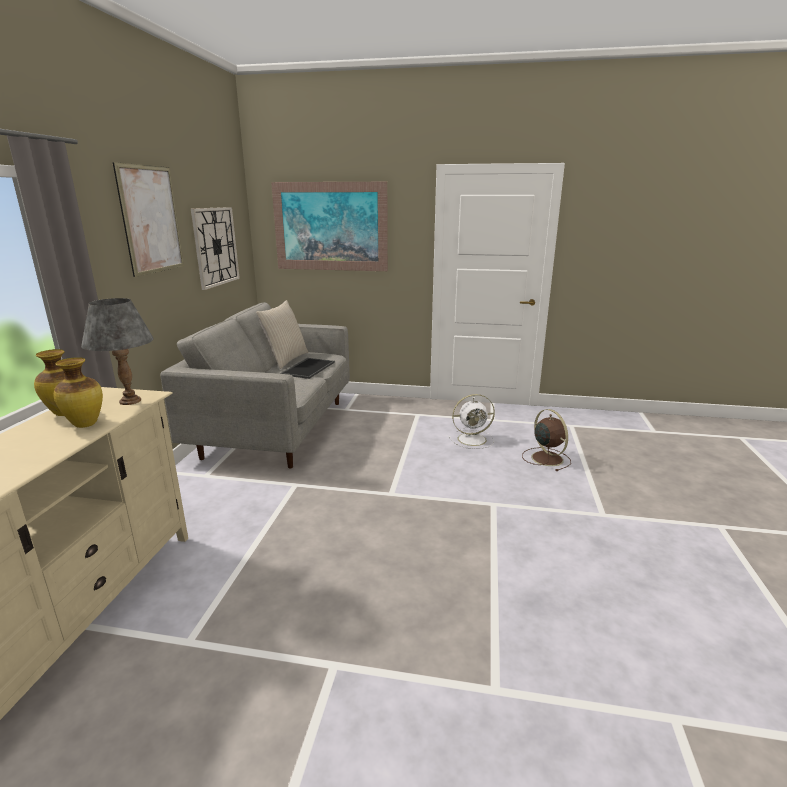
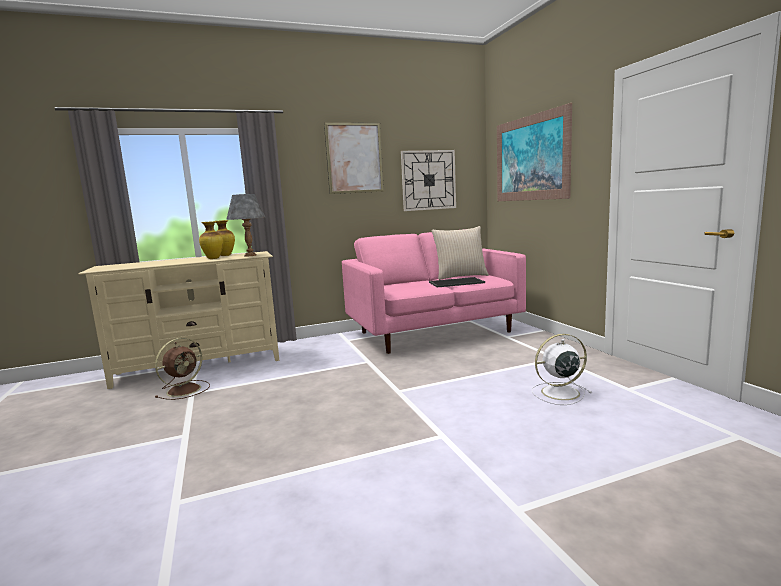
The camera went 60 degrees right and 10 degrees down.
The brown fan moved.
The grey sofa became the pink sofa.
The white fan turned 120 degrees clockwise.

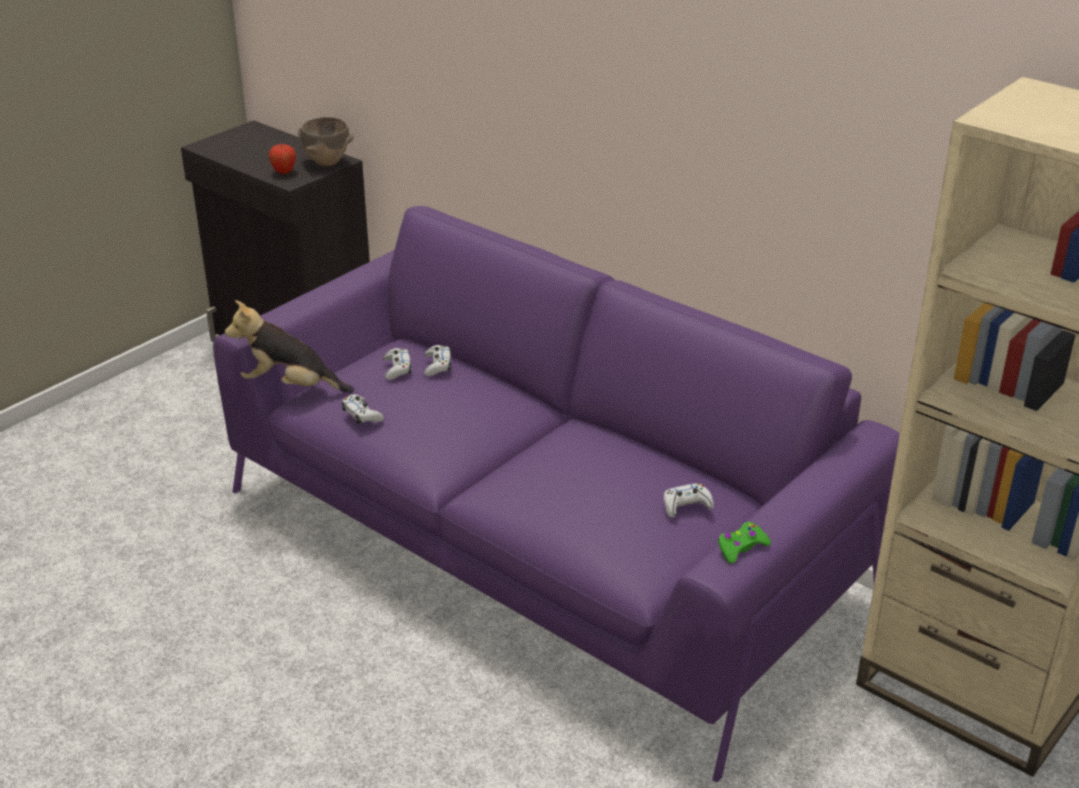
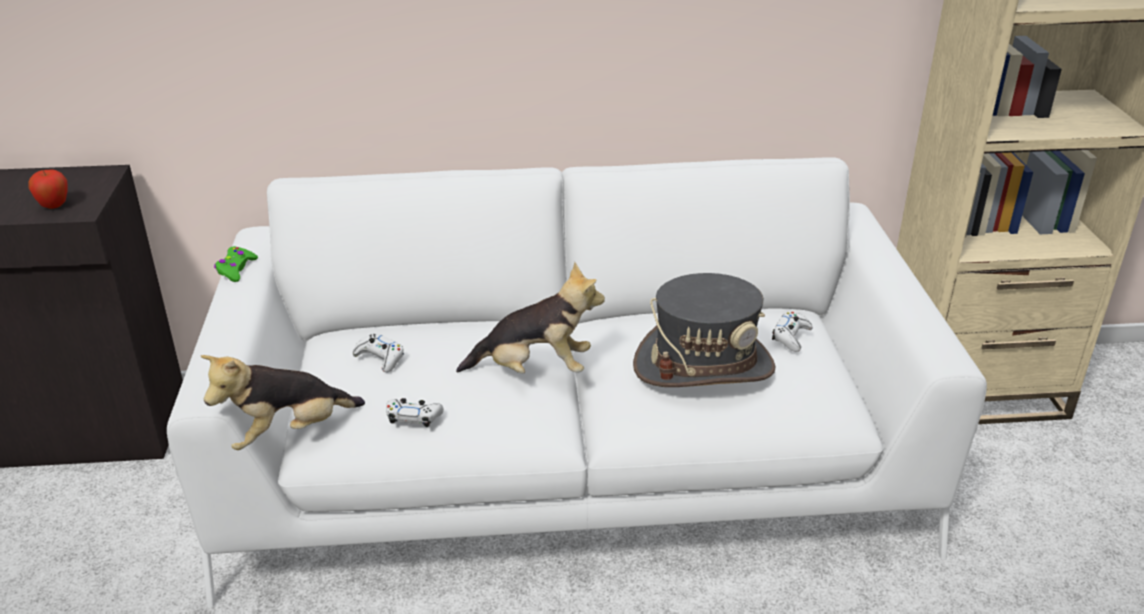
The camera went 45 degrees left and 0 degrees up.
The brown bowl disappeared.
The white game controller (3rd from left) disappeared.
The plush toy (2nd from left) appeared.
The grey hat appeared.
The green game controller moved.
The purple sofa became the white sofa.

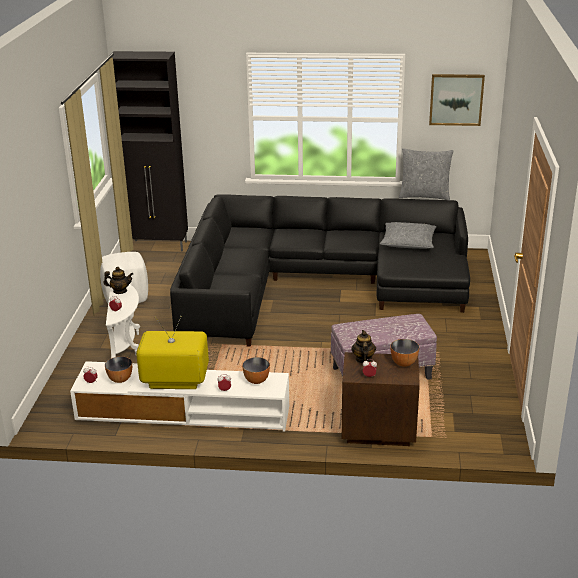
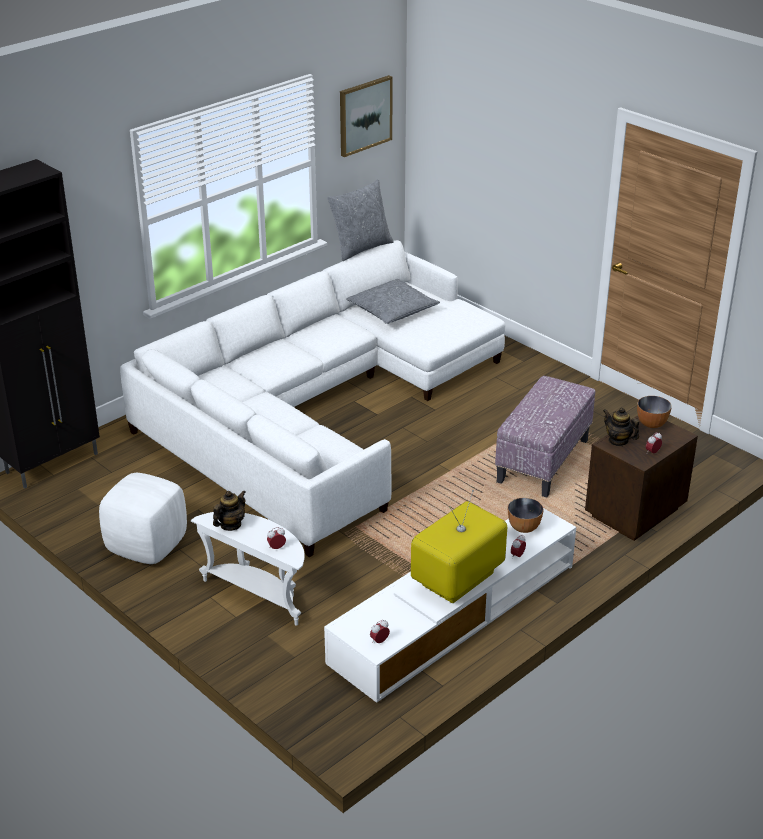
The camera went 50 degrees left and 5 degrees up.
The bowl (1st from left) disappeared.
The black sofa became the white sofa.

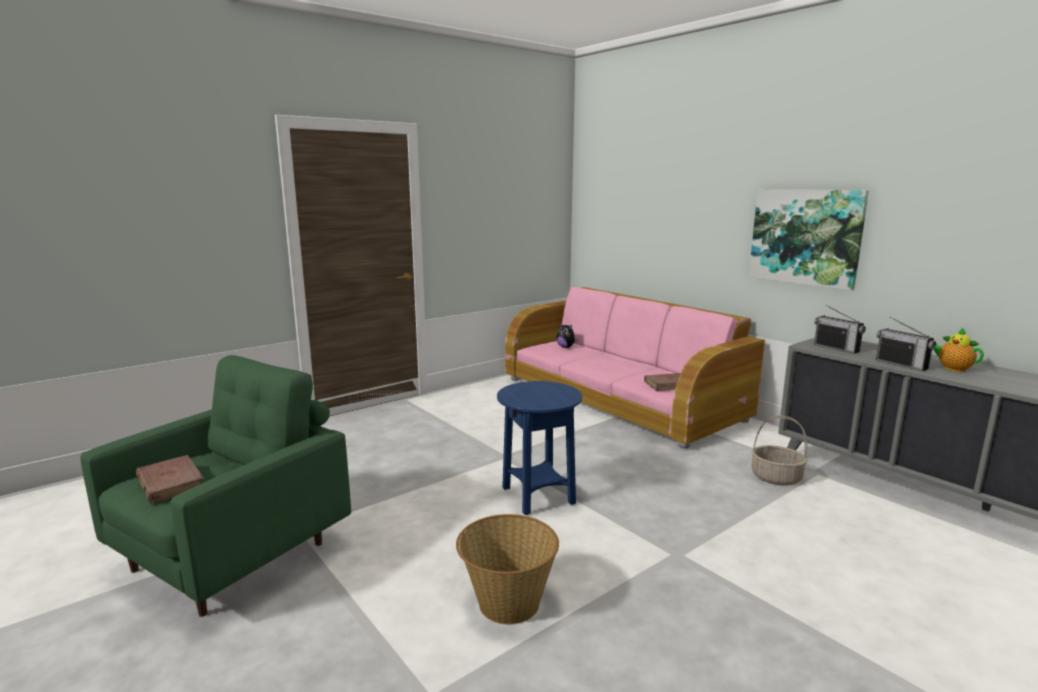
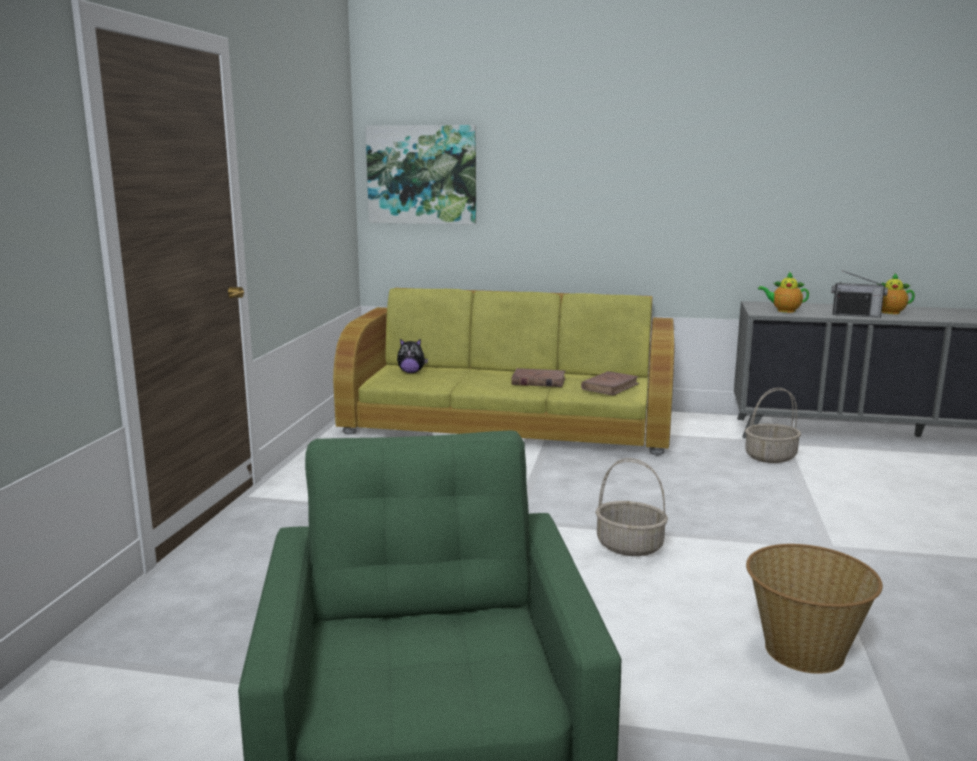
The camera went 40 degrees left and 0 degrees up.
The brown book (1st from left) moved.
The picture moved.
The blue side table was replaced by the basket (1st from left).
The radio (1st from left) was replaced by the teapot (1st from left).
The pink sofa became the green sofa.

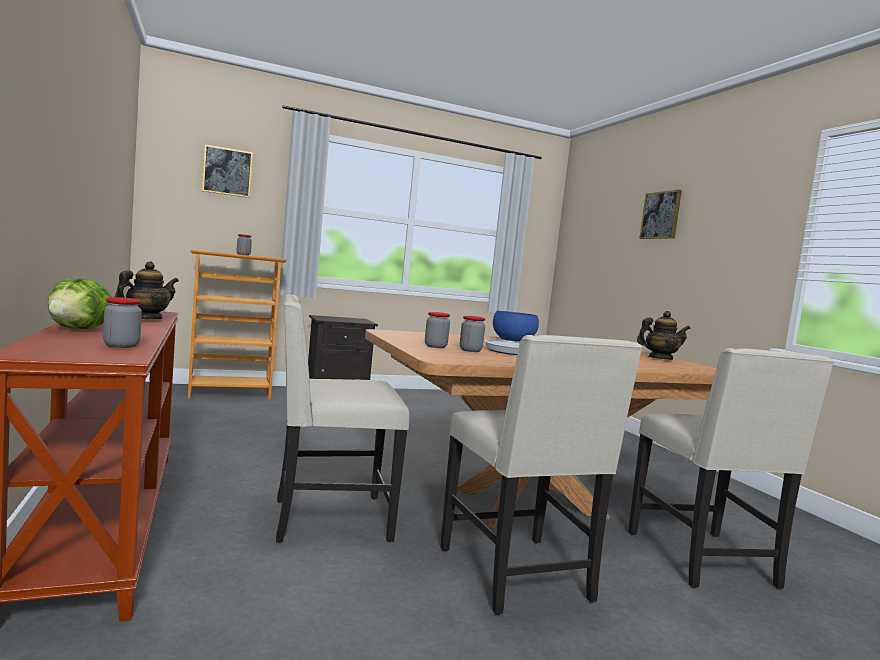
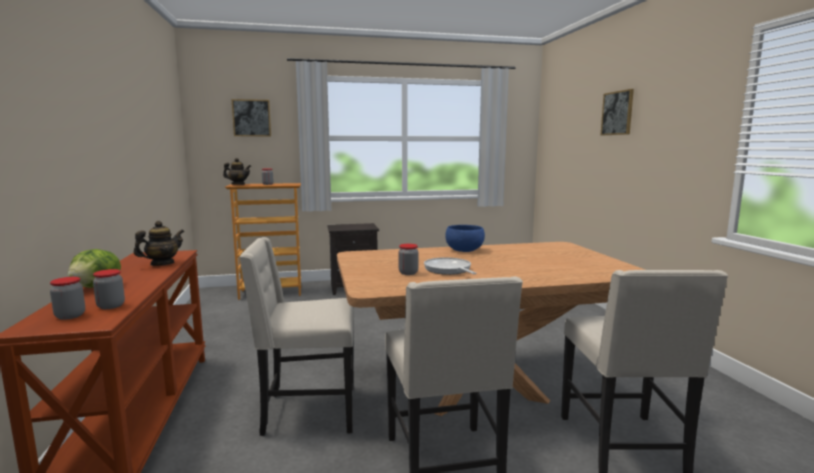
The camera went 10 degrees right and 5 degrees up.
The jar (3rd from left in the first image) moved.
The teapot (2nd from left) moved.

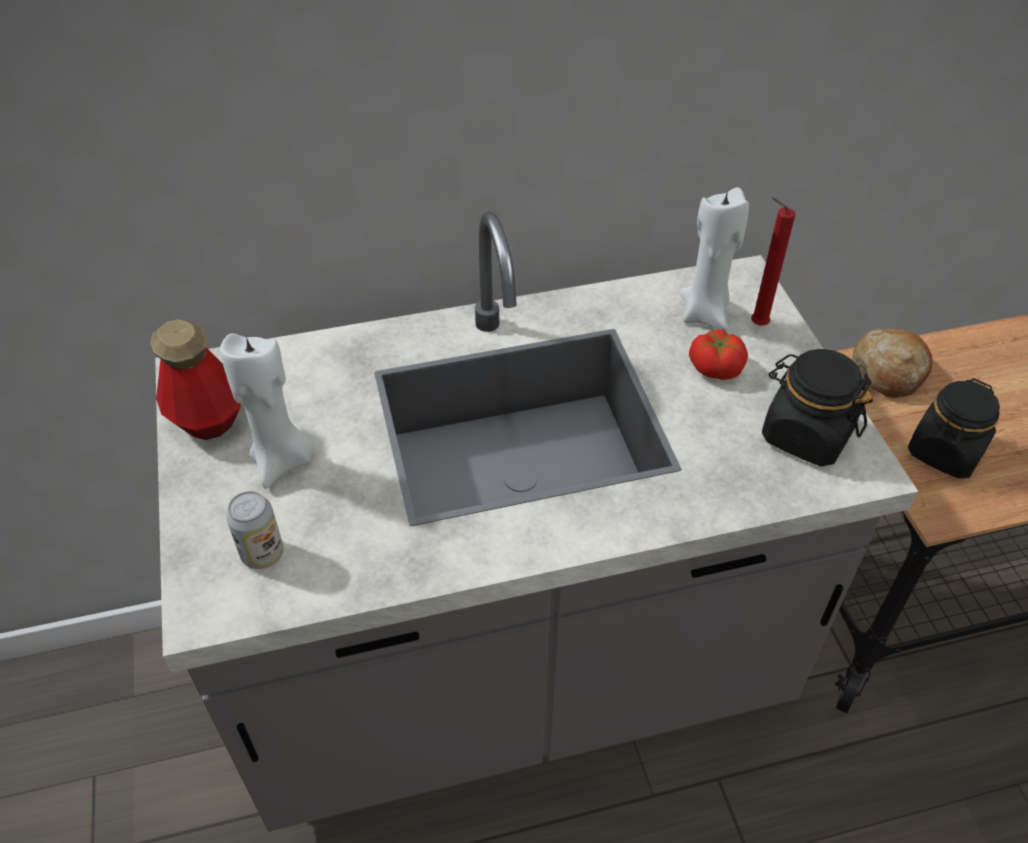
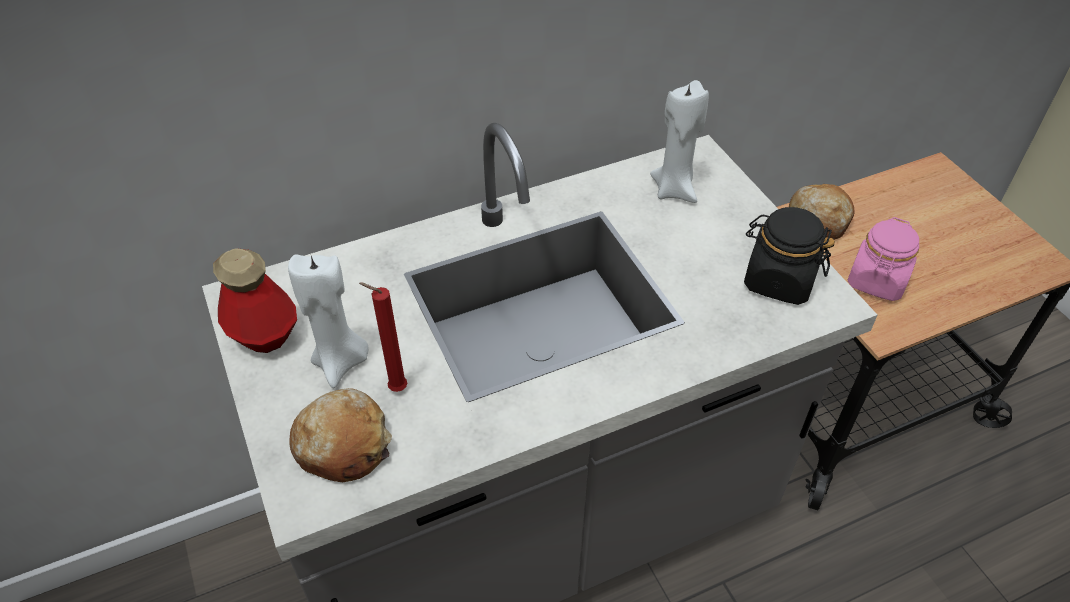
The camera went 10 degrees left and 0 degrees up.
The tomato disappeared.
The red candle moved.
The can was replaced by the bread (1st from left).
The black jar (2nd from left) became the pink jar.

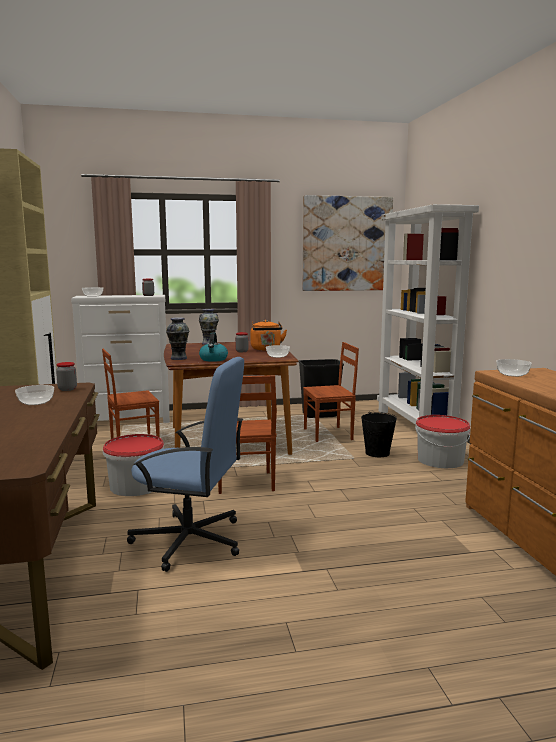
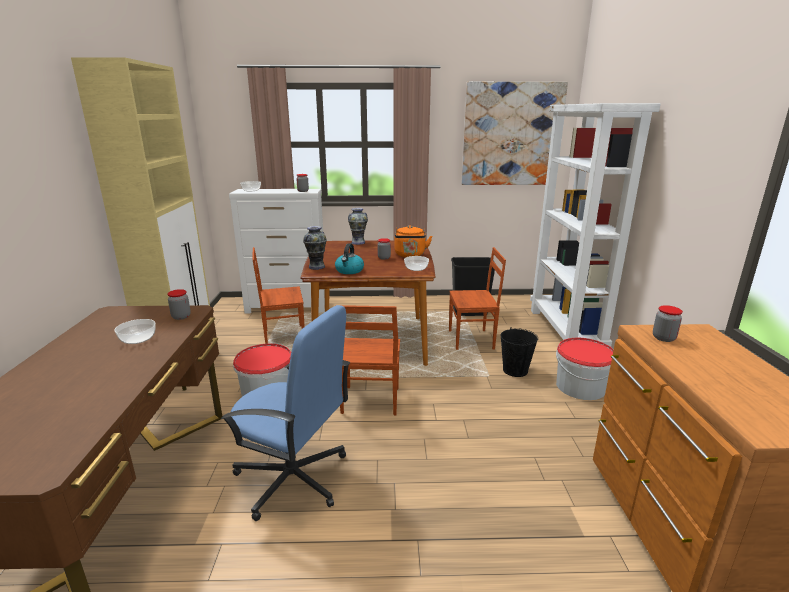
The camera went 10 degrees right and 10 degrees up.
The bowl (4th from left) was replaced by the jar (4th from left).

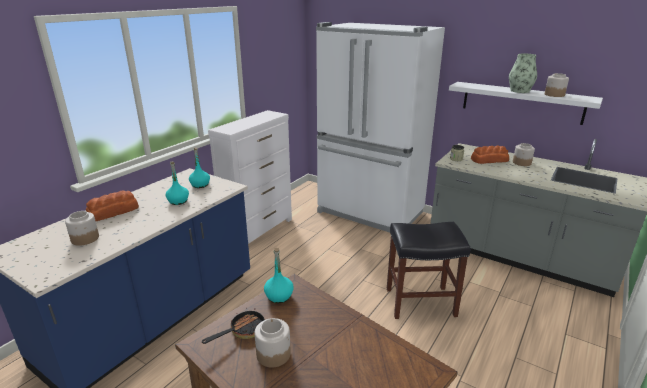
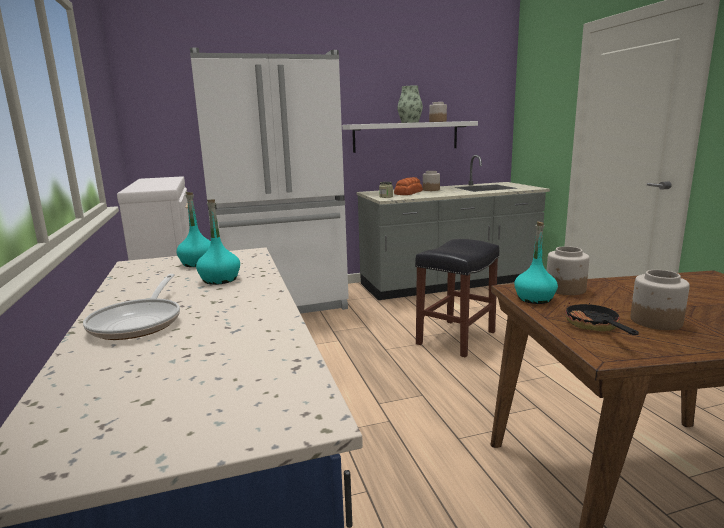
The camera went 50 degrees left and 10 degrees down.
The jar (1st from left in the first image) moved.
The bread (1st from left) was replaced by the frying pan (1st from left).

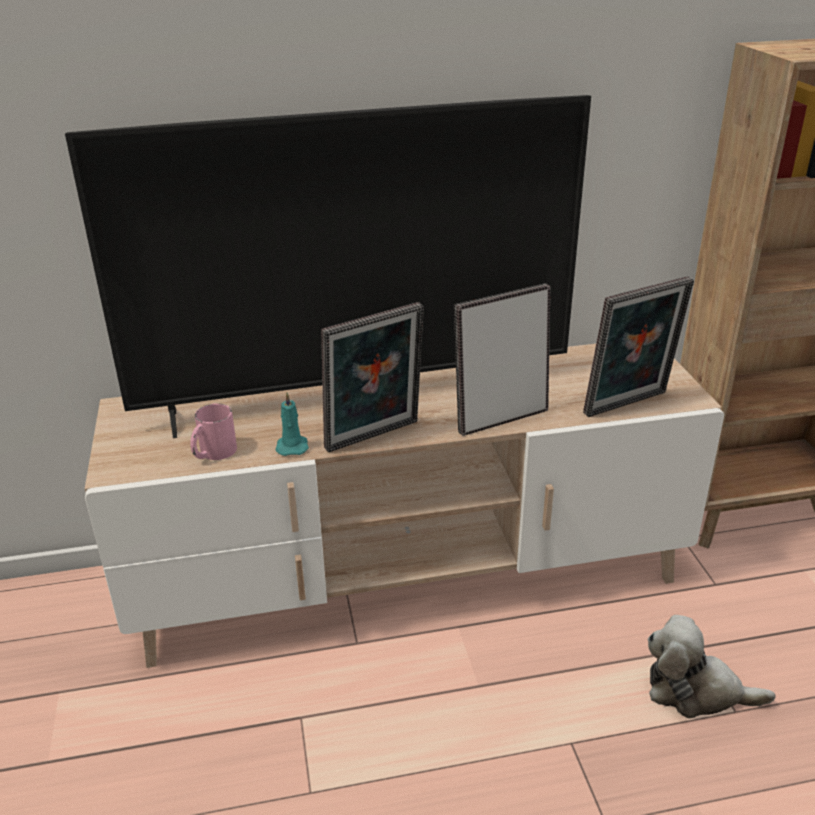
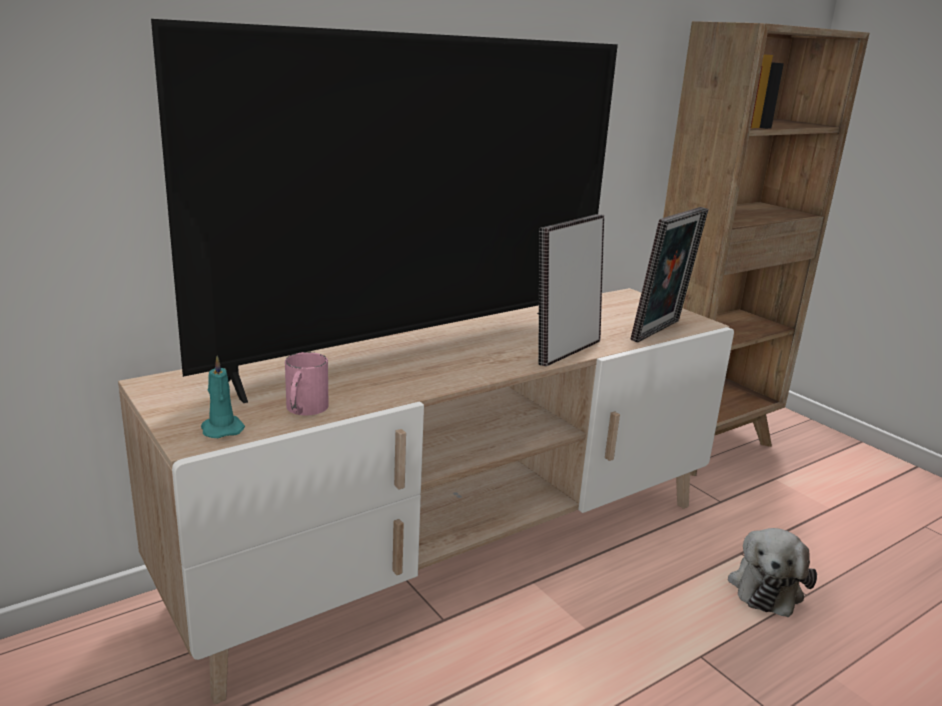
The camera went 25 degrees left and 10 degrees down.
The picture frame (1st from left) disappeared.
The turquoise candle moved.
The plush toy turned 60 degrees counterclockwise.

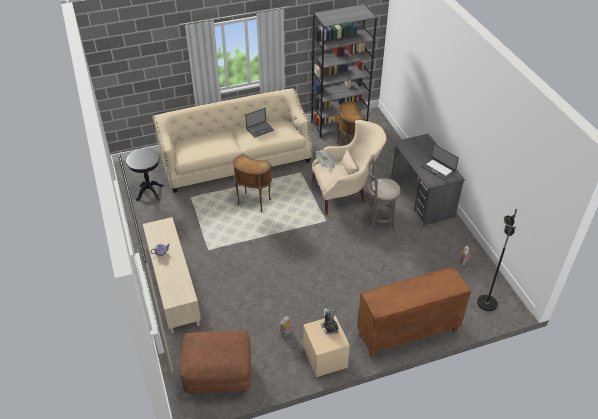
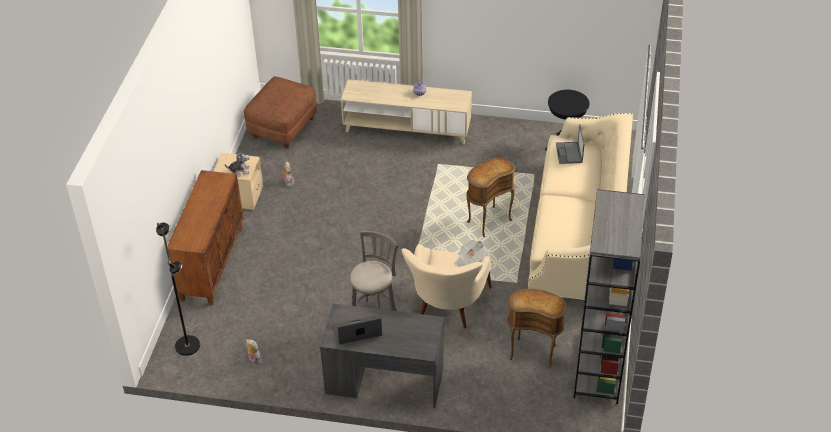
The camera went 120 degrees right and 0 degrees up.
The laptop (1st from left in the first image) moved.

